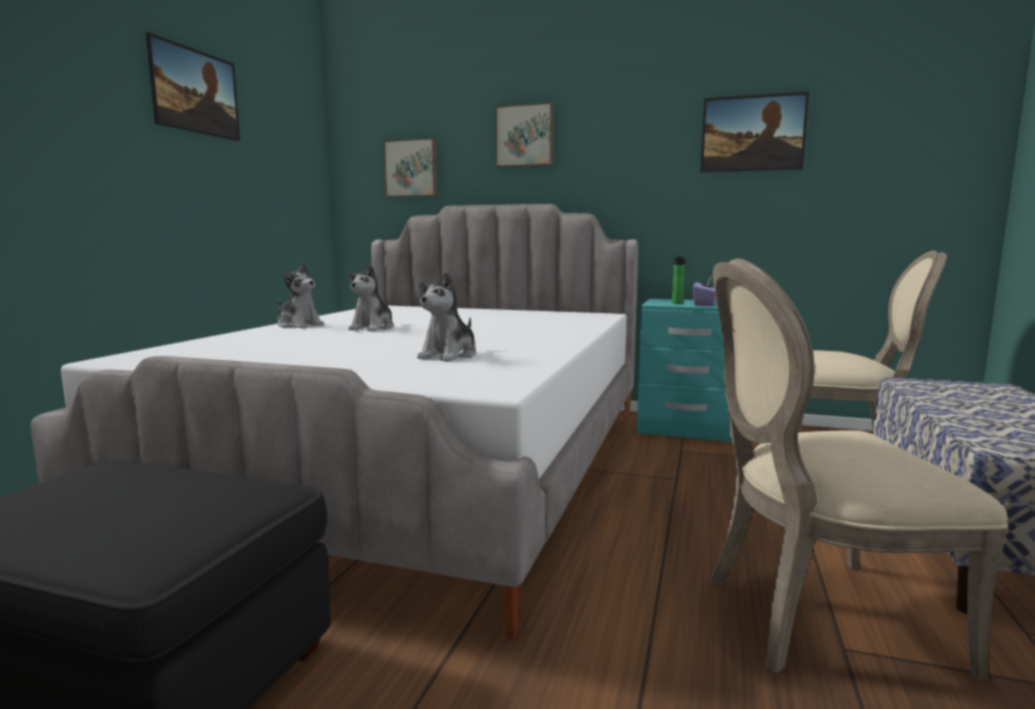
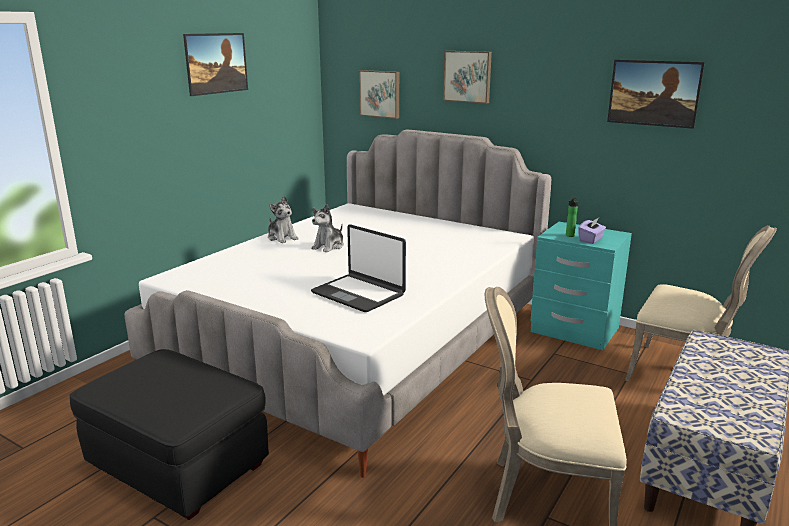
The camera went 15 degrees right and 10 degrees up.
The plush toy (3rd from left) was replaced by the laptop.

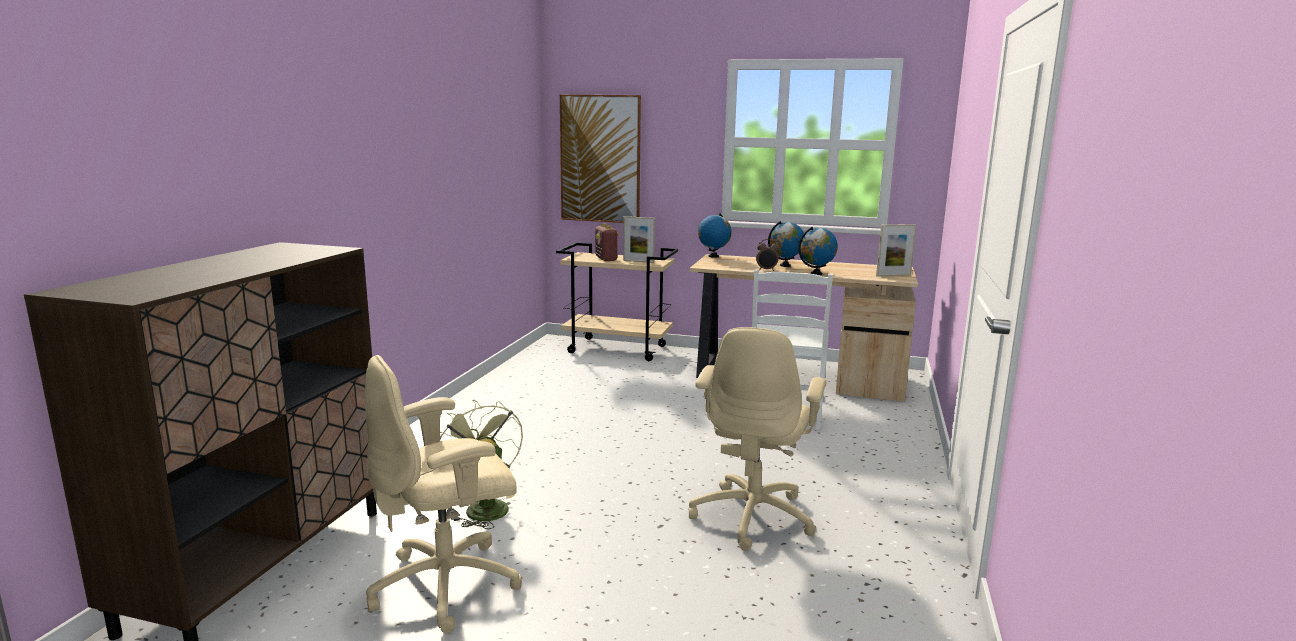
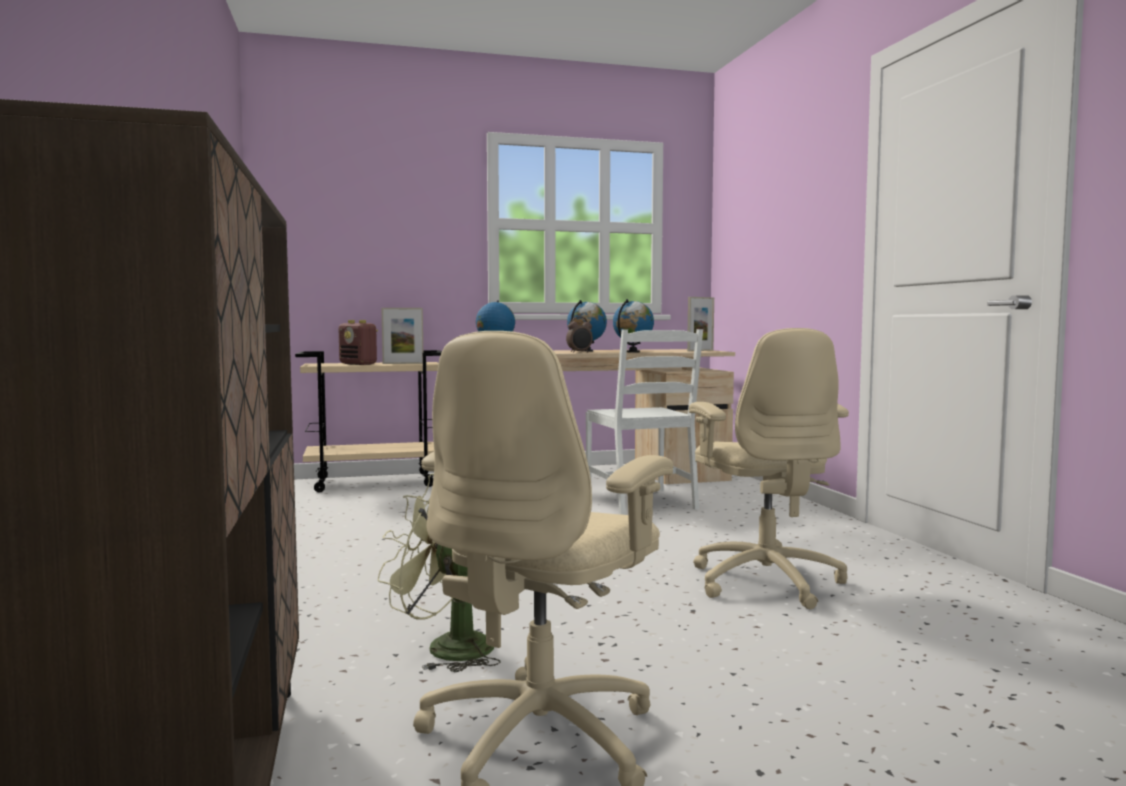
The camera went 30 degrees left and 10 degrees down.
The picture disappeared.

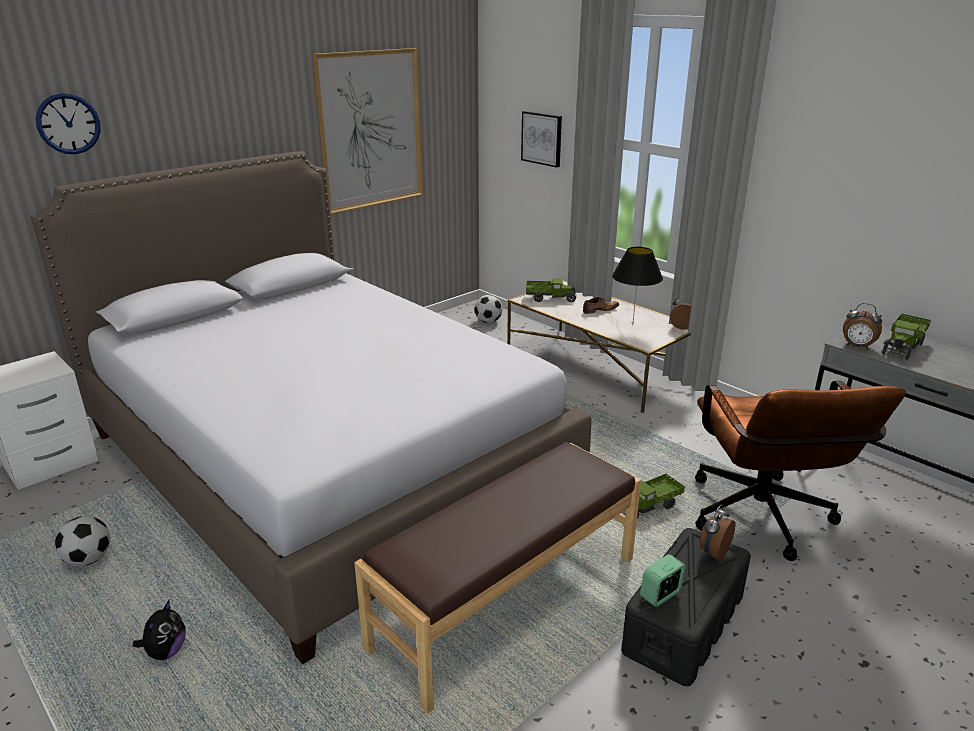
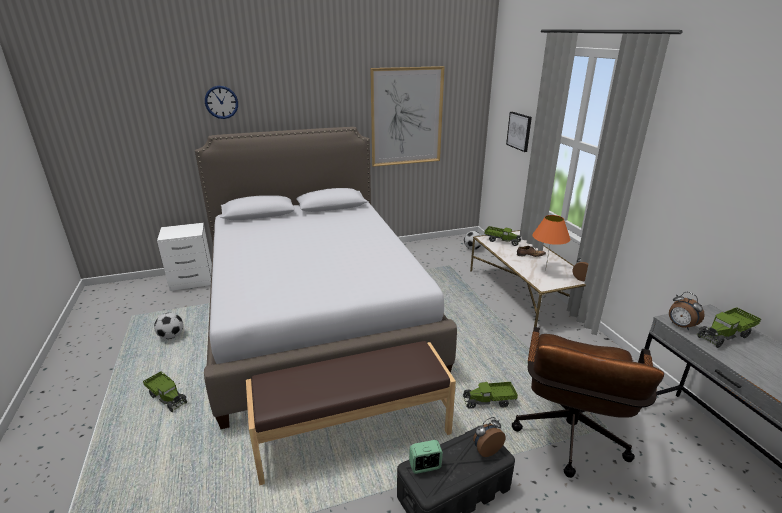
The camera went 25 degrees right and 0 degrees up.
The plush toy was replaced by the toy truck (1st from left).
The black table lamp became the orange table lamp.

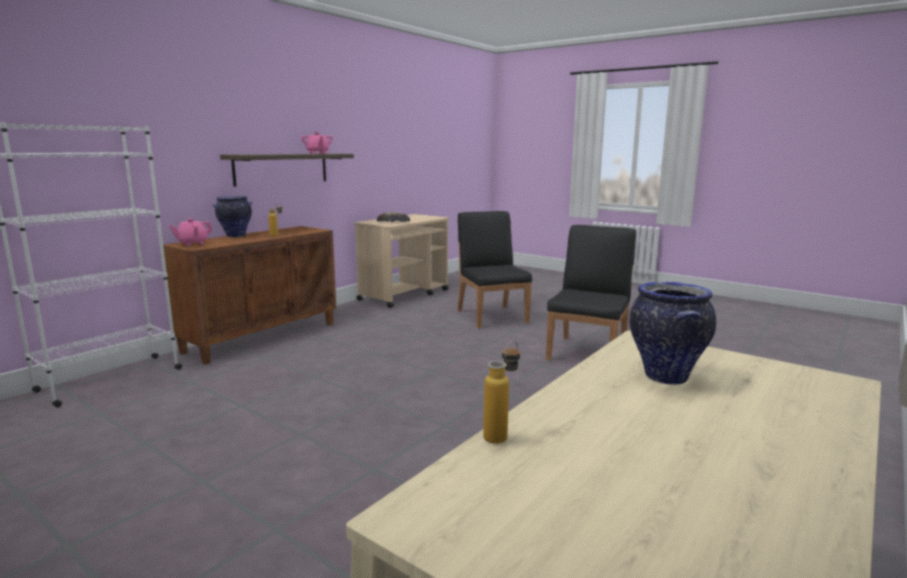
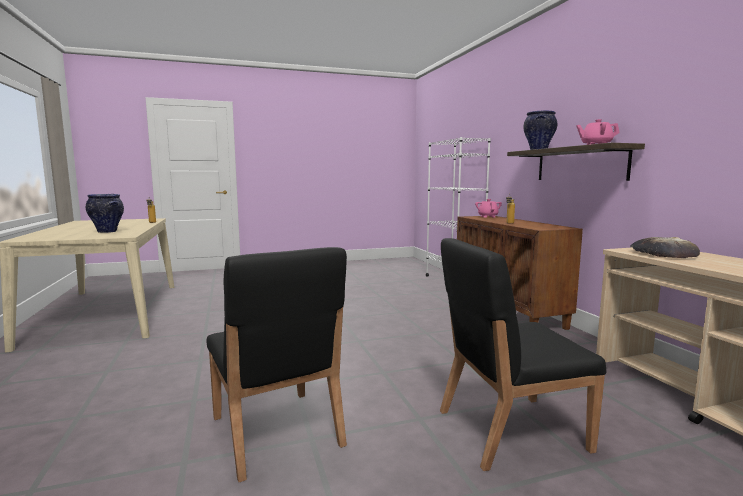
The camera went 125 degrees right and 5 degrees down.
The vase (1st from left in the first image) moved.
The black chair (1st from left in the first image) turned 150 degrees clockwise.

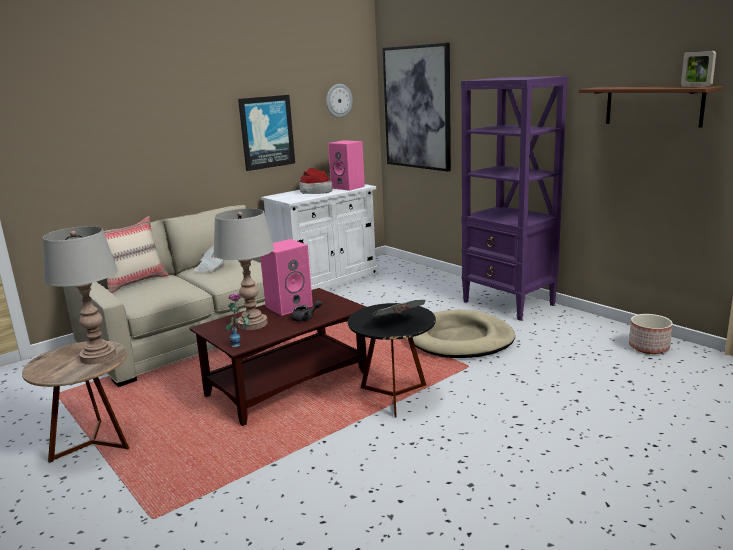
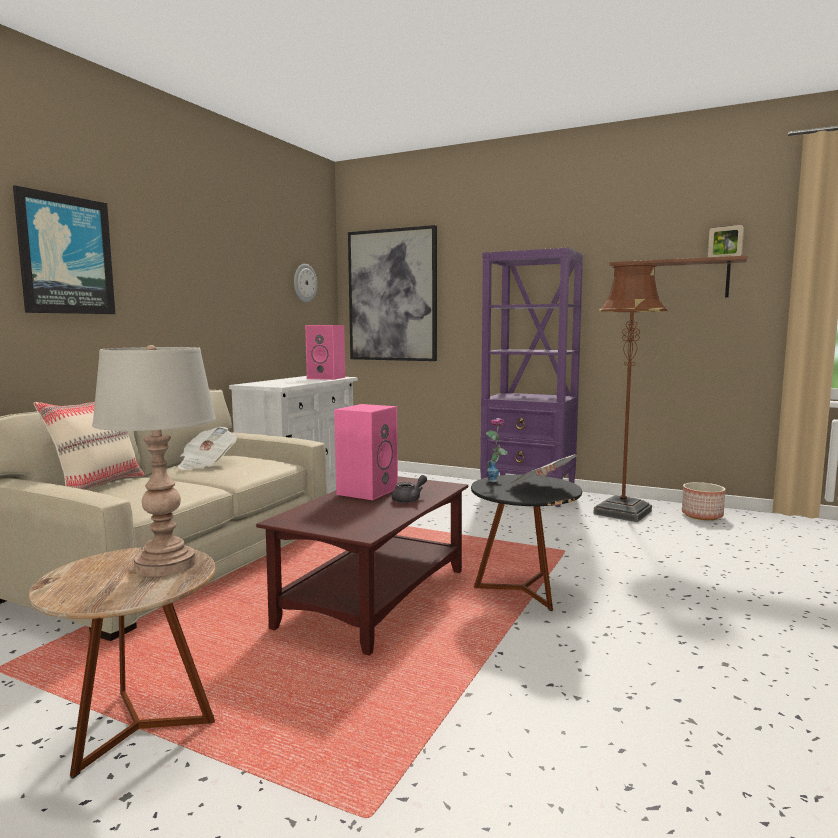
The camera went 25 degrees left and 10 degrees down.
The grey table lamp (2nd from left) disappeared.
The hat disappeared.
The beige dog bed disappeared.
The brown floor lamp appeared.
The vase moved.
The picture (1st from left) moved.

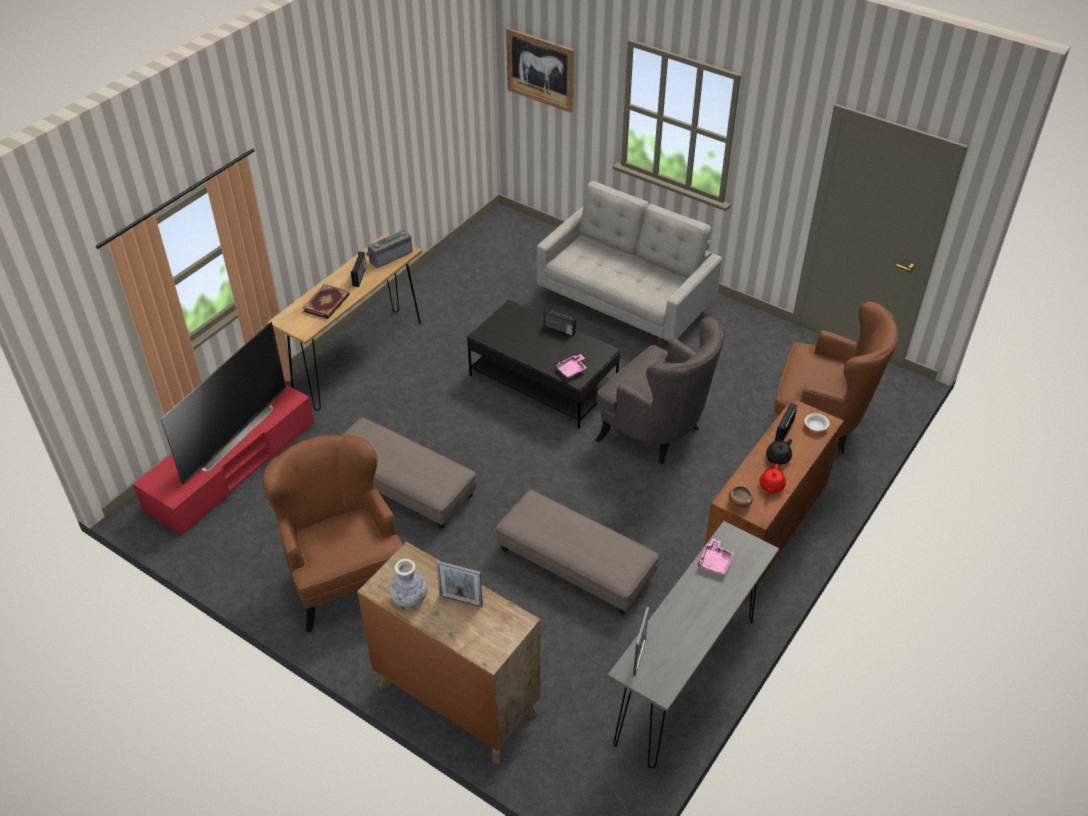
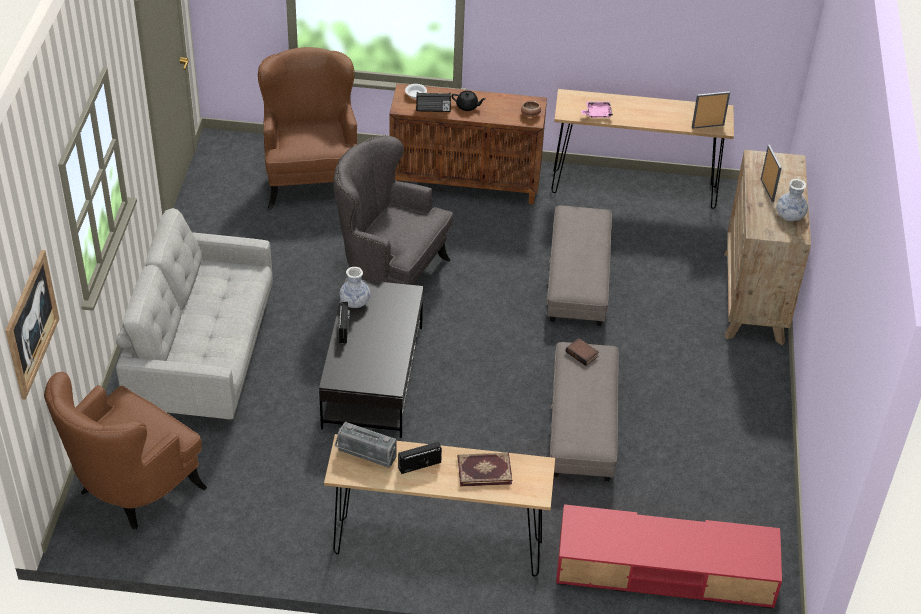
The camera went 120 degrees left and 0 degrees up.
The television disappeared.
The pink tray (1st from left) disappeared.
The red teapot disappeared.
The vase (1st from left) appeared.
The book (2nd from left) appeared.
The brown armchair (1st from left) moved.
The grey console table became the brown console table (2nd from left).
The grey armchair turned 75 degrees counterclockwise.

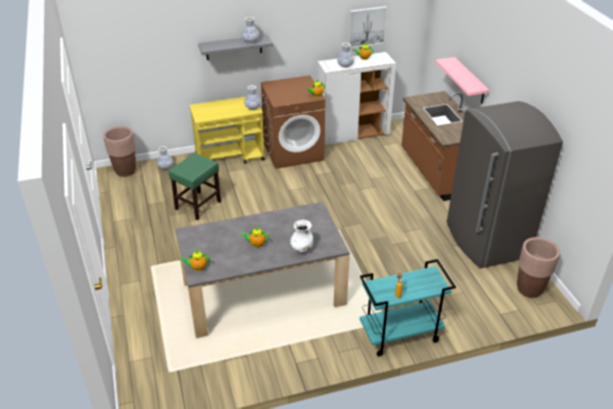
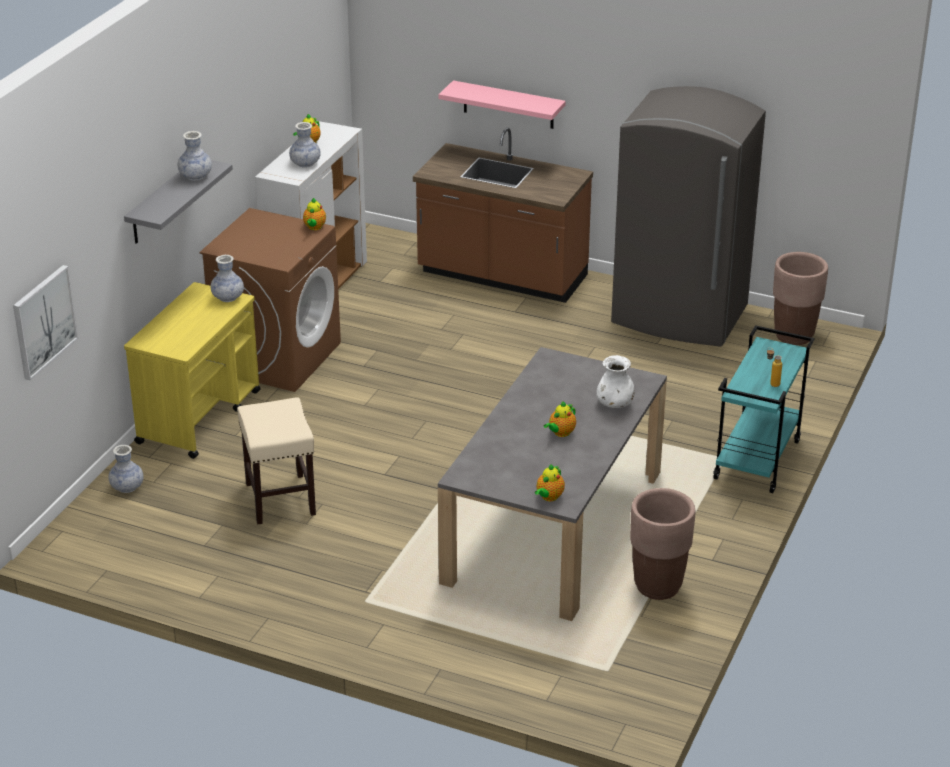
The camera went 50 degrees left and 5 degrees down.
The brown planter (1st from left) moved.
The picture moved.
The green stool became the beige stool.

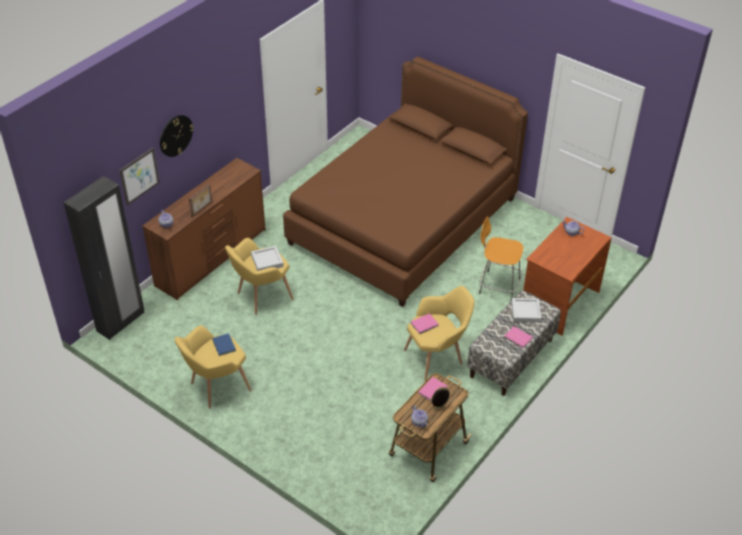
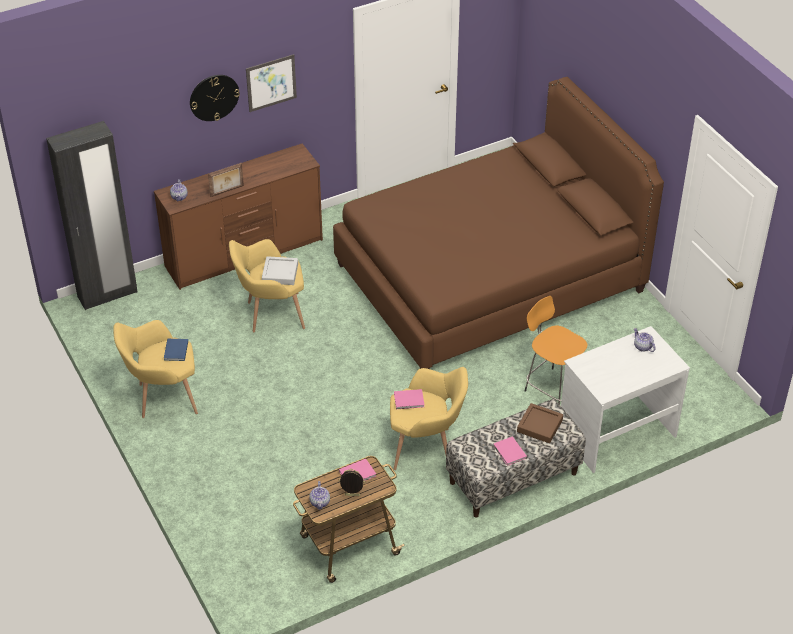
The camera went 25 degrees right and 0 degrees up.
The picture moved.
The grey tray (2nd from left) became the brown tray.
The brown desk became the white desk.

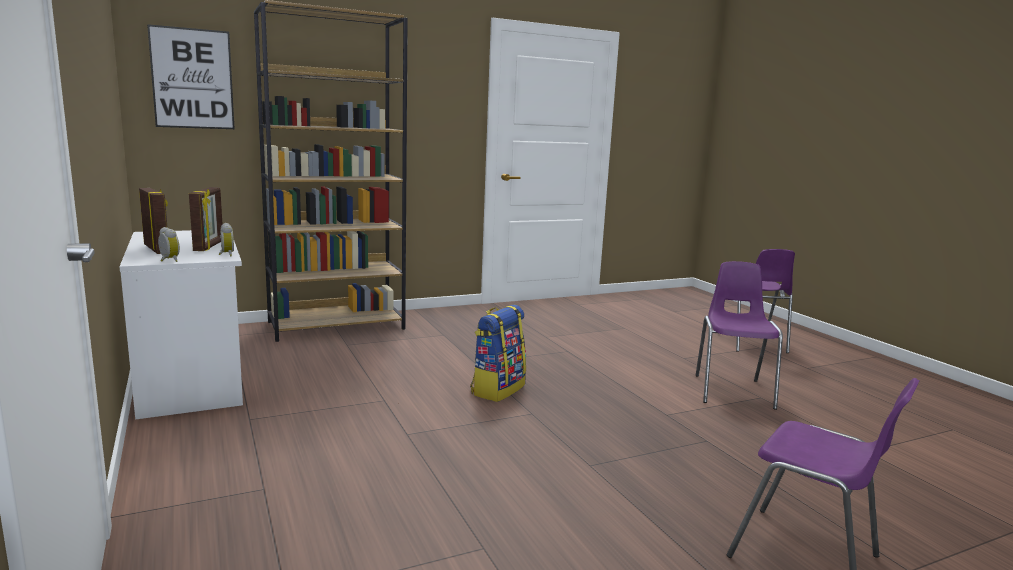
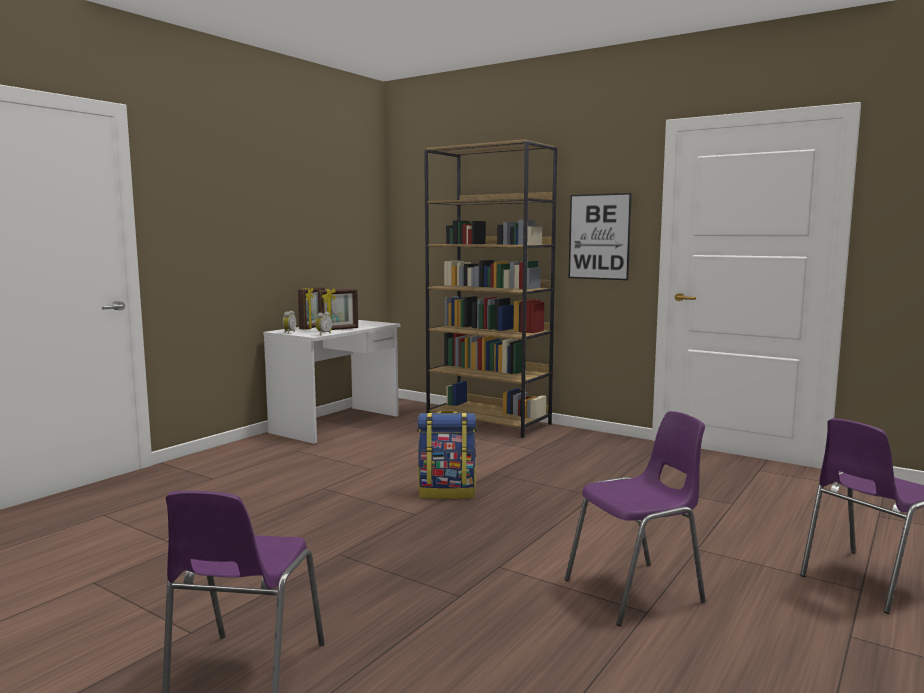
The camera went 60 degrees right and 5 degrees down.
The picture moved.

